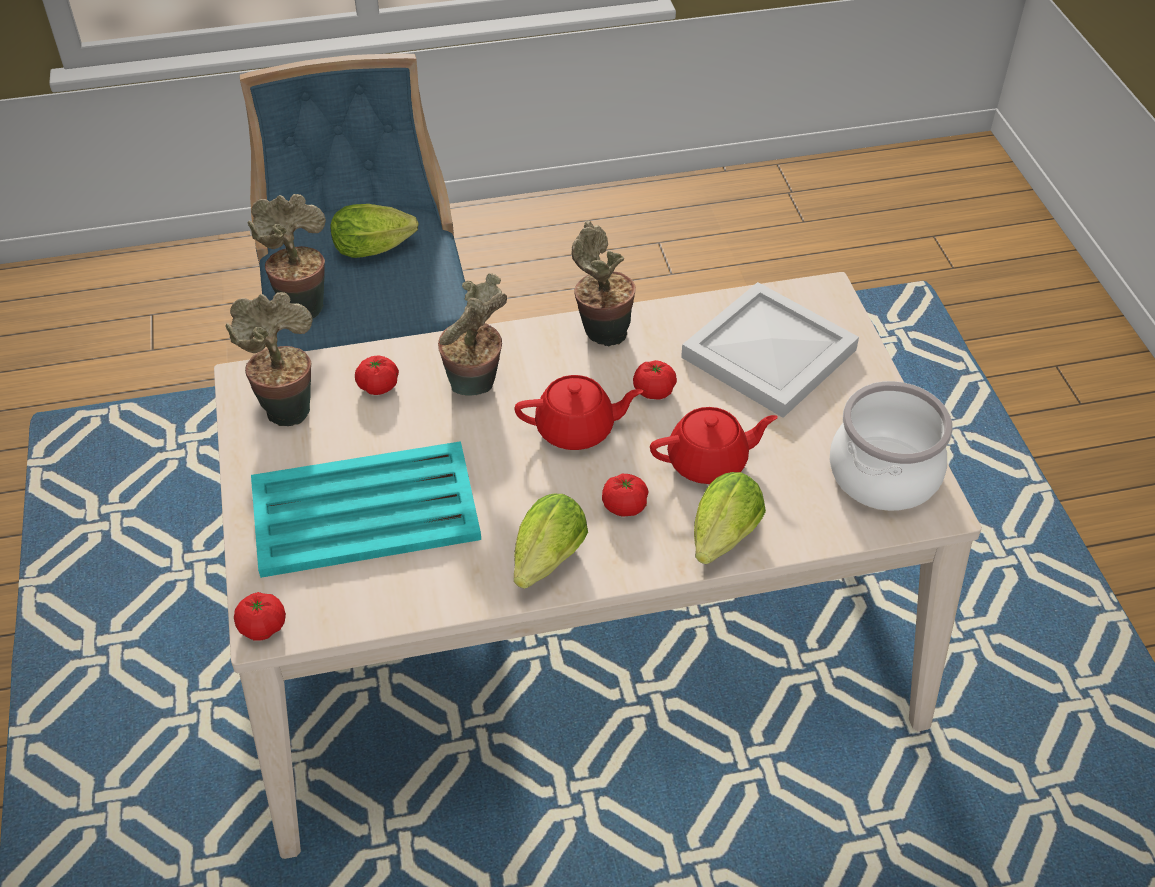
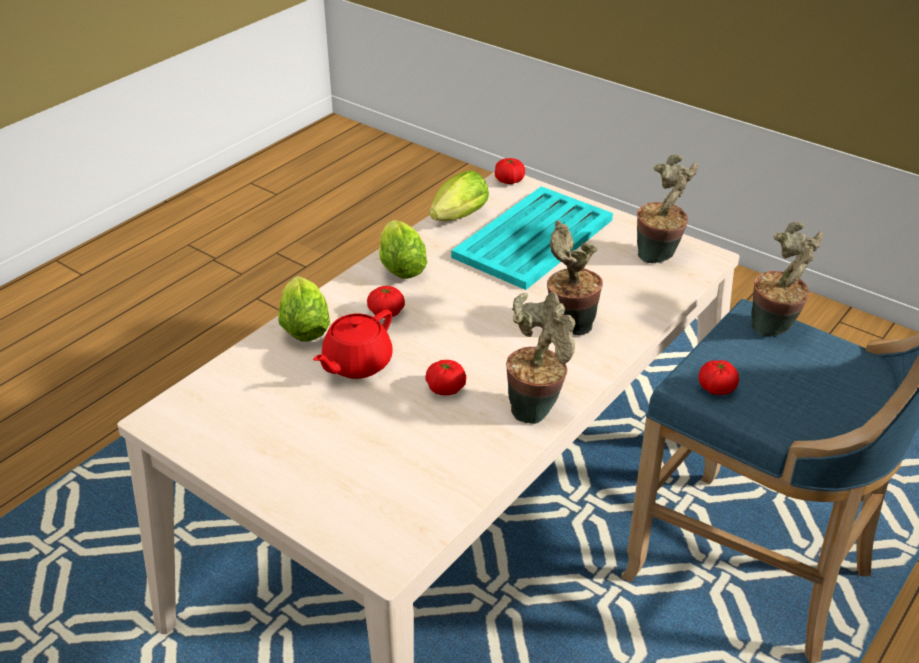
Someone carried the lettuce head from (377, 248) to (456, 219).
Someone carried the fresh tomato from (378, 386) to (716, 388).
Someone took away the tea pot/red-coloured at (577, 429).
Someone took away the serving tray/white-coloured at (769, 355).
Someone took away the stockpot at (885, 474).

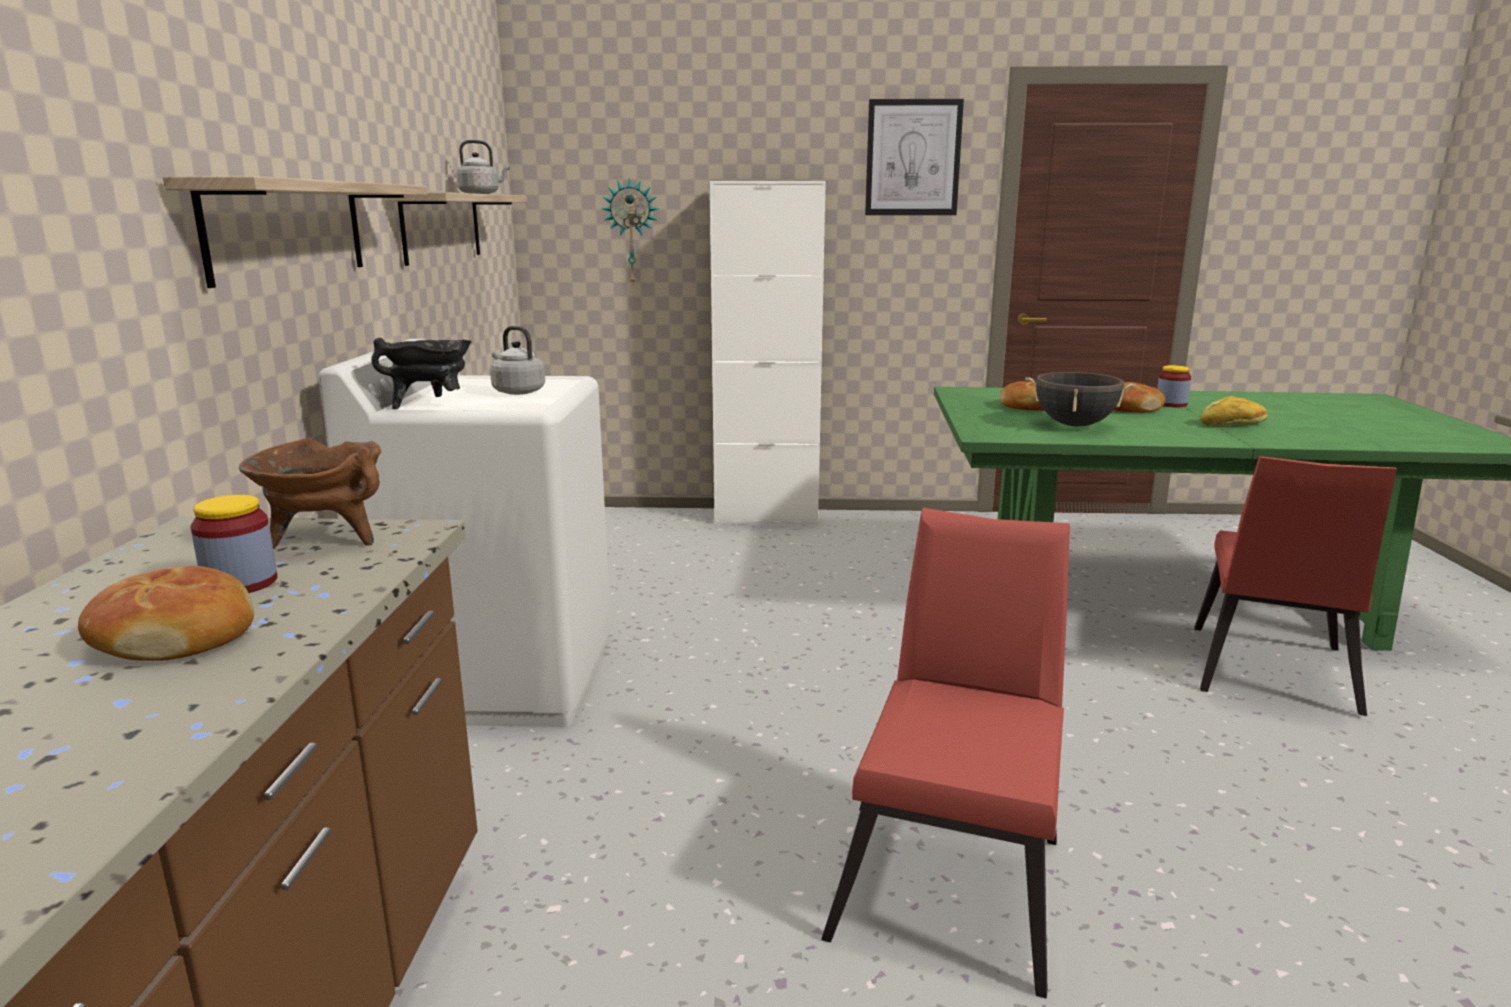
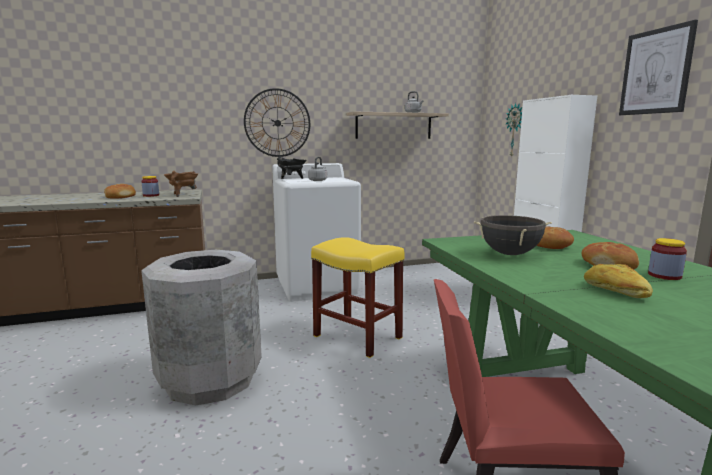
Someone swapped the upright chair/red-coloured at (955, 874) for the waste bin/gray at (211, 380).
Someone swapped the bracket shelf at (288, 229) for the wall clock at (277, 123).
Someone put down the sitting stool/yellowish at (358, 337).

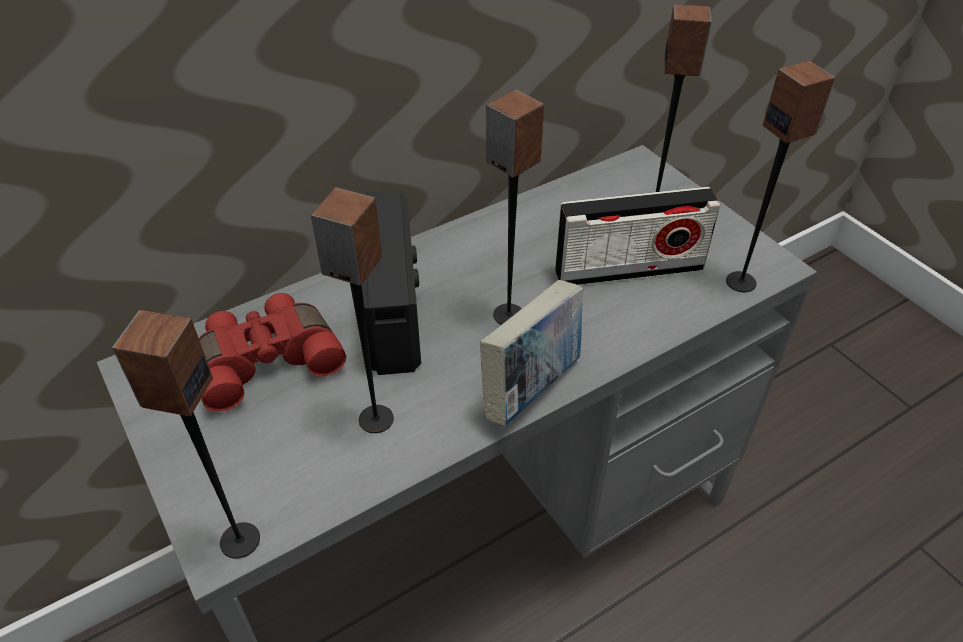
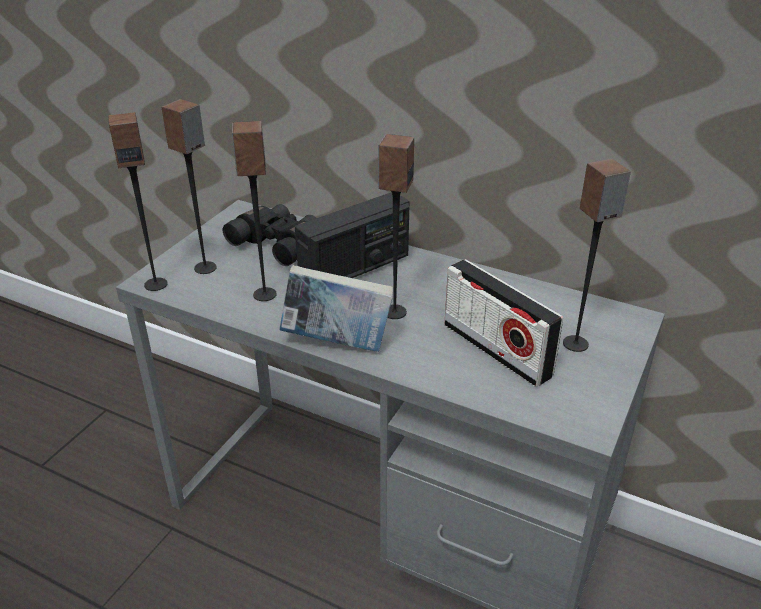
Someone carried the audio speaker from (741, 282) to (205, 268).
Someone repainted the pair of binoculars/red-coloured at (267, 360), which became the pair of binoculars/black-coloured at (279, 244).

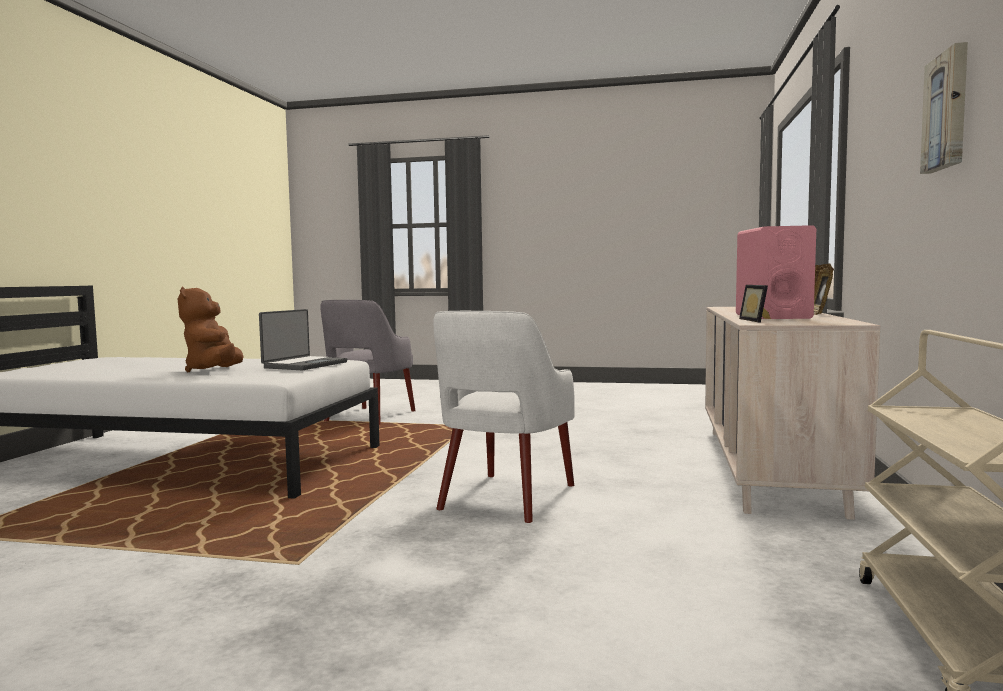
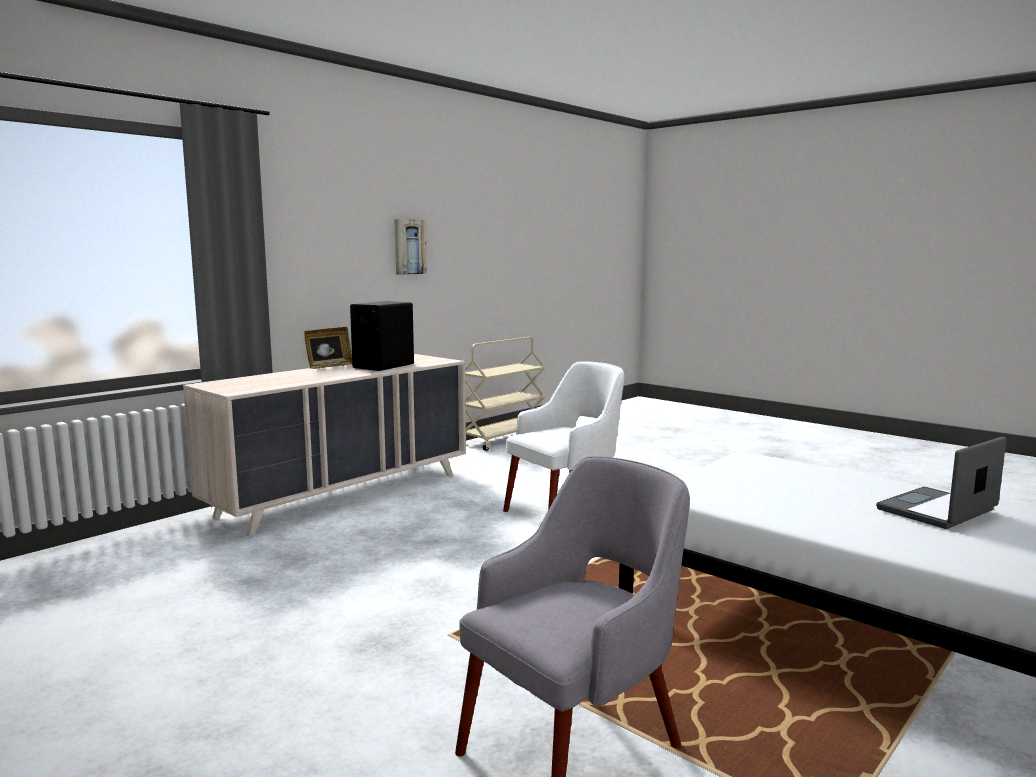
Someone repainted the audio speaker/pink at (772, 316), which became the audio speaker/black-coloured at (383, 366).
Someone carried the notebook computer from (304, 365) to (938, 511).
Someone took away the soft toy/brown-coloured at (214, 371).
Someone took away the photo frame at (758, 320).

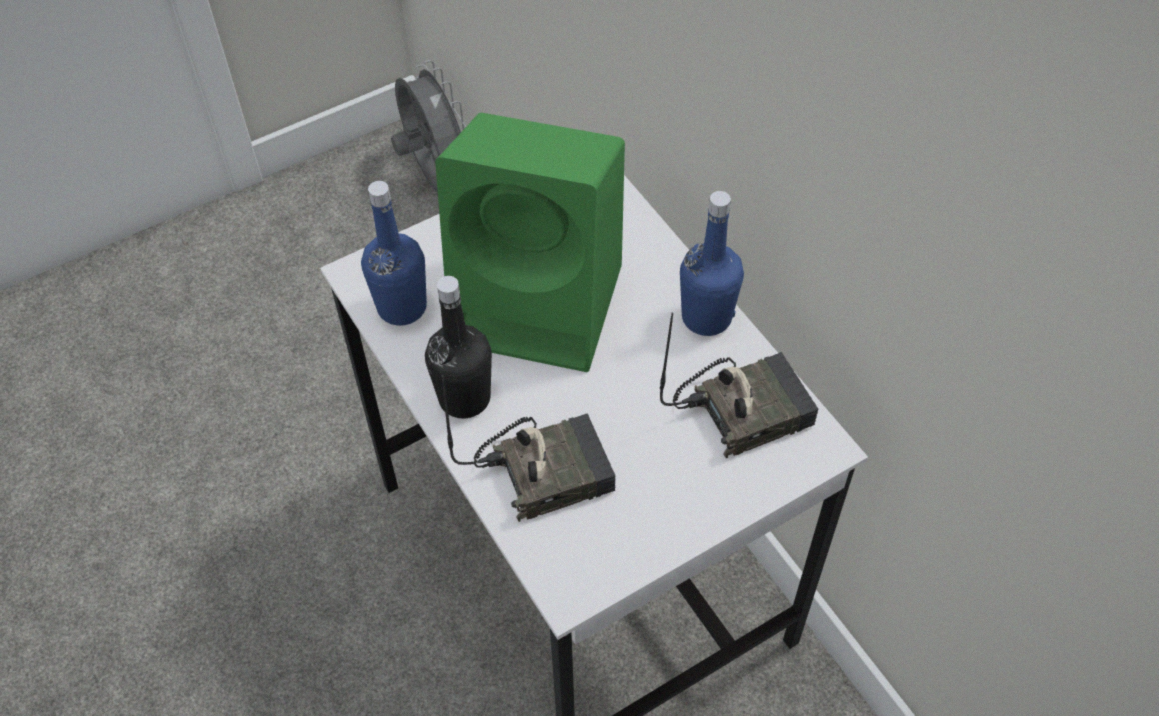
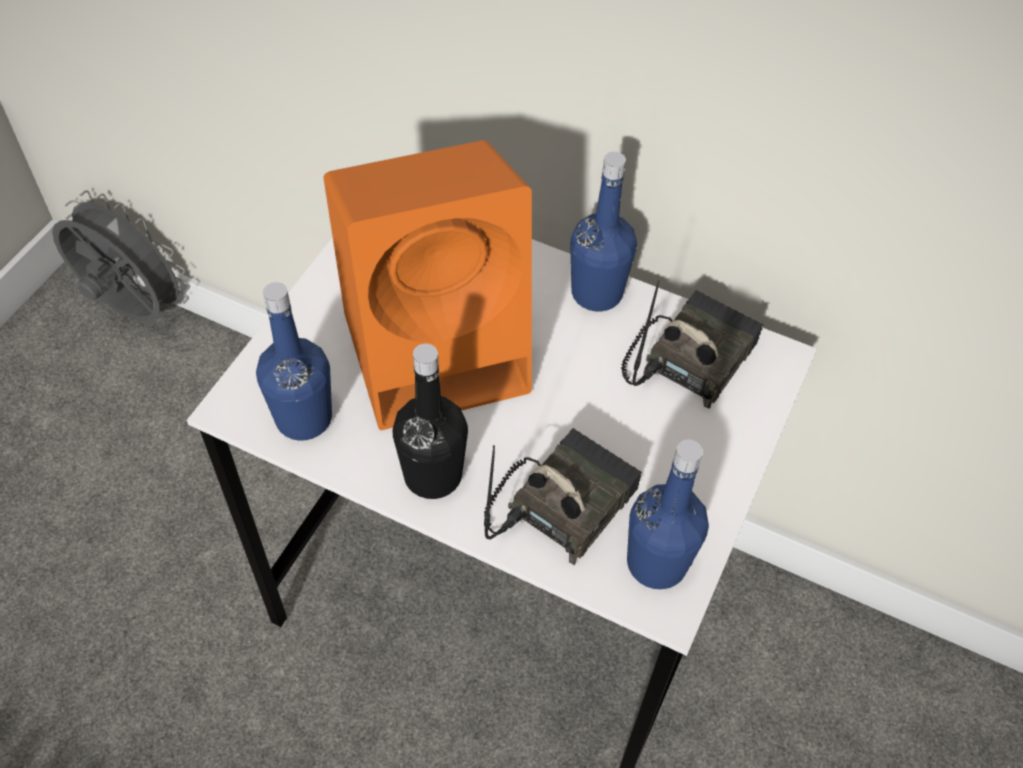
Someone repainted the audio speaker/greenish at (543, 303), which became the audio speaker/orange at (440, 350).
Someone put down the drink bottle/bluish at (656, 563).

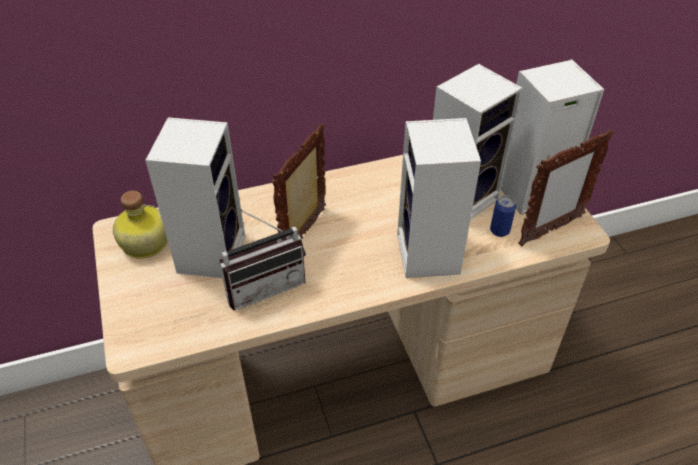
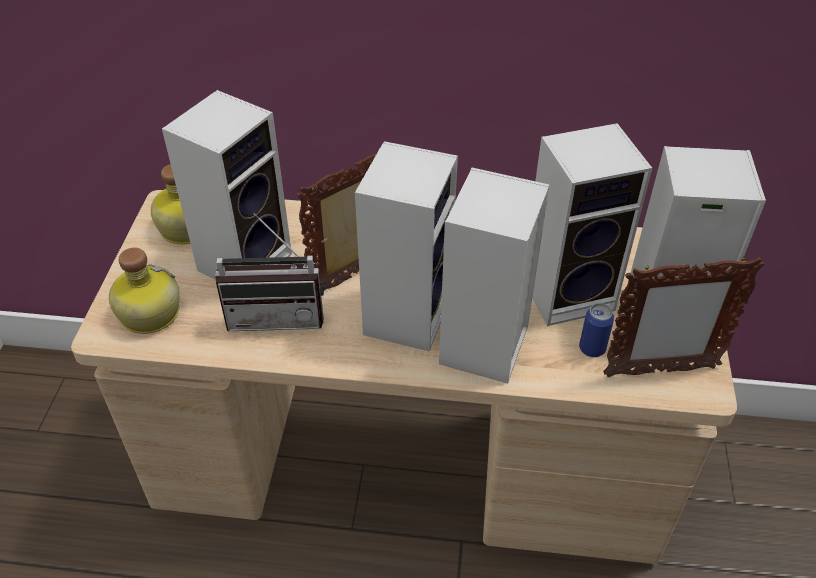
Someone put down the drink bottle at (148, 313).
Someone put down the audio speaker at (406, 313).

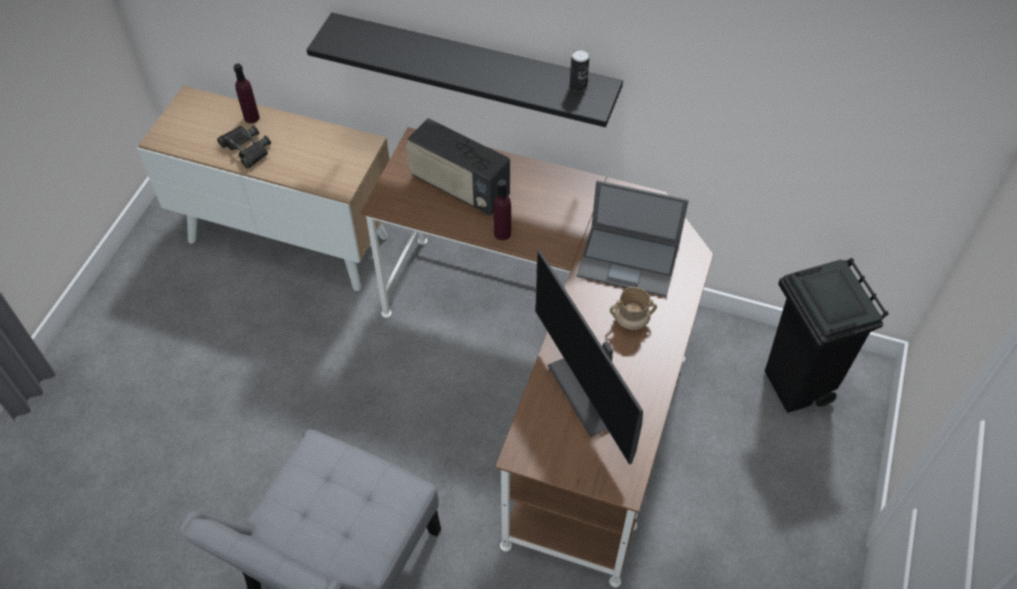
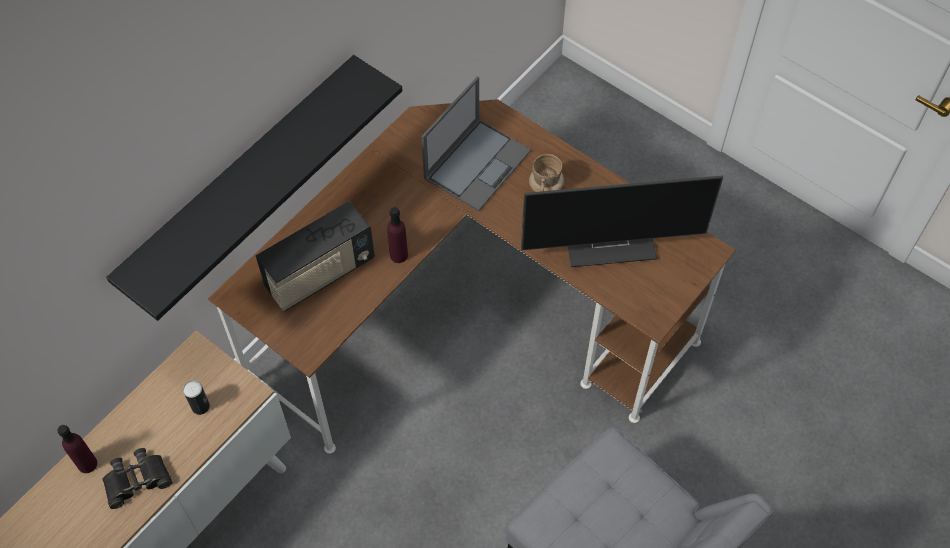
Someone carried the sealed can from (578, 85) to (200, 406).
Someone took away the waste bin/black-coloured at (796, 387).

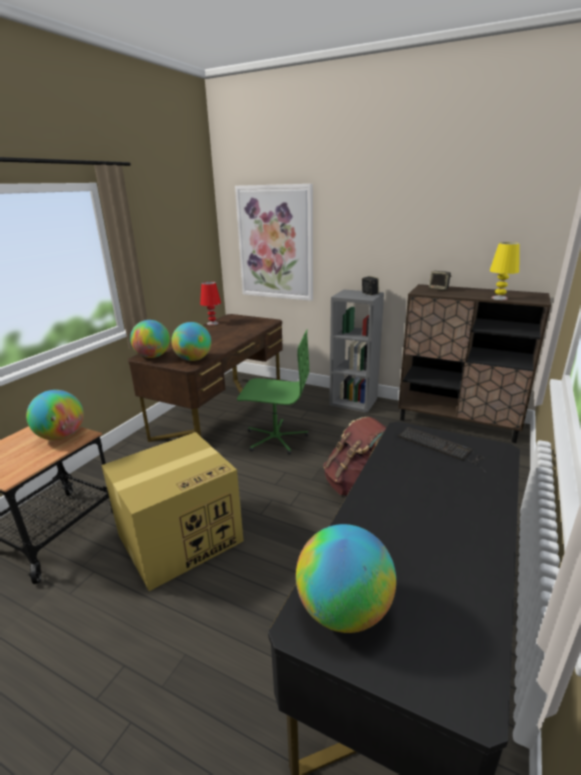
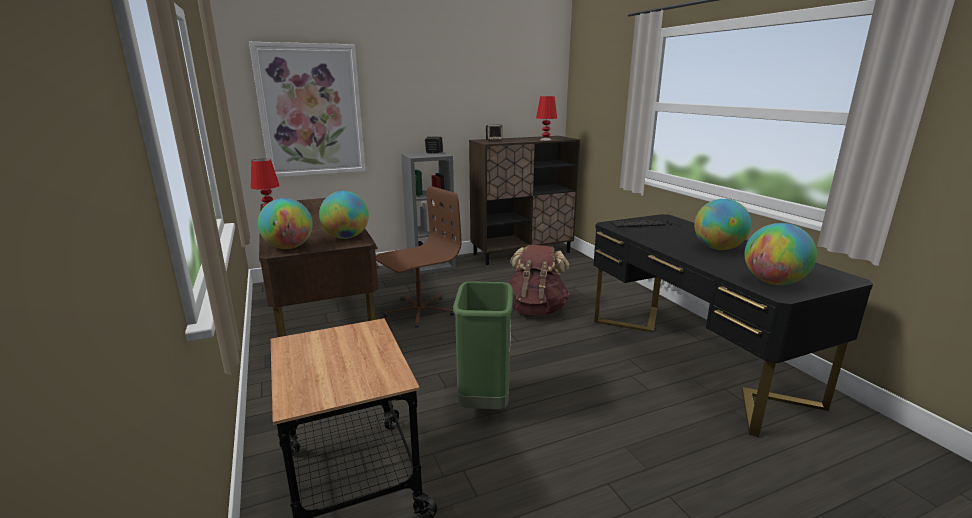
Someone repainted the computer chair/greenish at (275, 438), which became the computer chair/brown-coloured at (419, 311).
Someone swapped the cardboard box at (181, 537) for the waste bin/greenish at (484, 403).
Someone repainted the lamp for a table/yellowish at (499, 298), which became the lamp for a table/red-coloured at (545, 140).
Someone carried the globe from (61, 436) to (718, 248).

